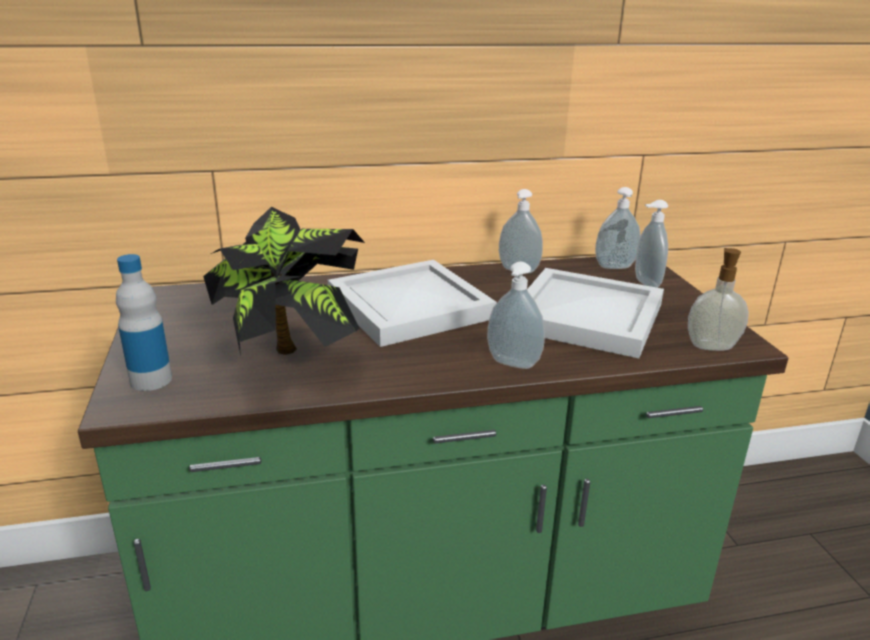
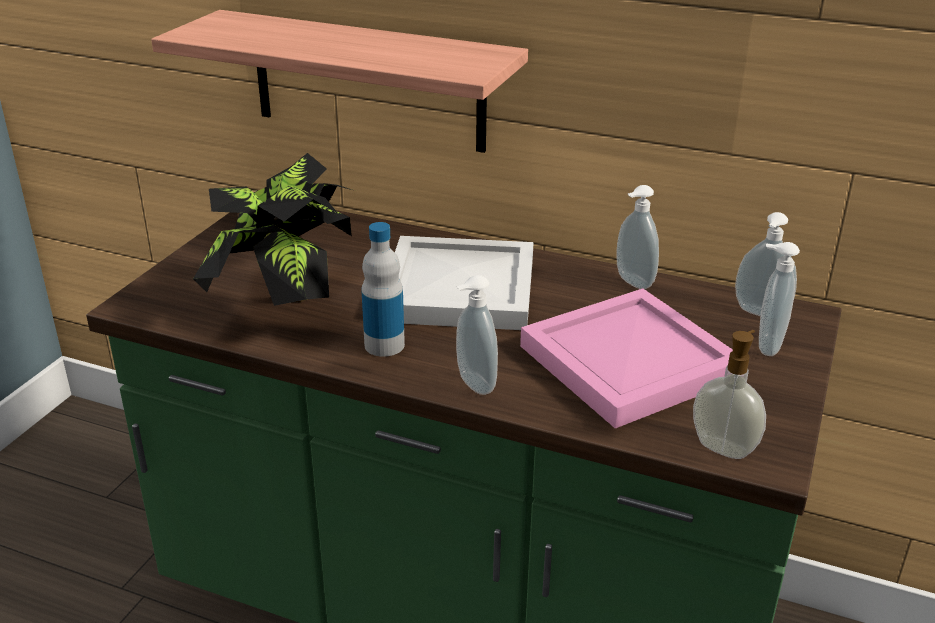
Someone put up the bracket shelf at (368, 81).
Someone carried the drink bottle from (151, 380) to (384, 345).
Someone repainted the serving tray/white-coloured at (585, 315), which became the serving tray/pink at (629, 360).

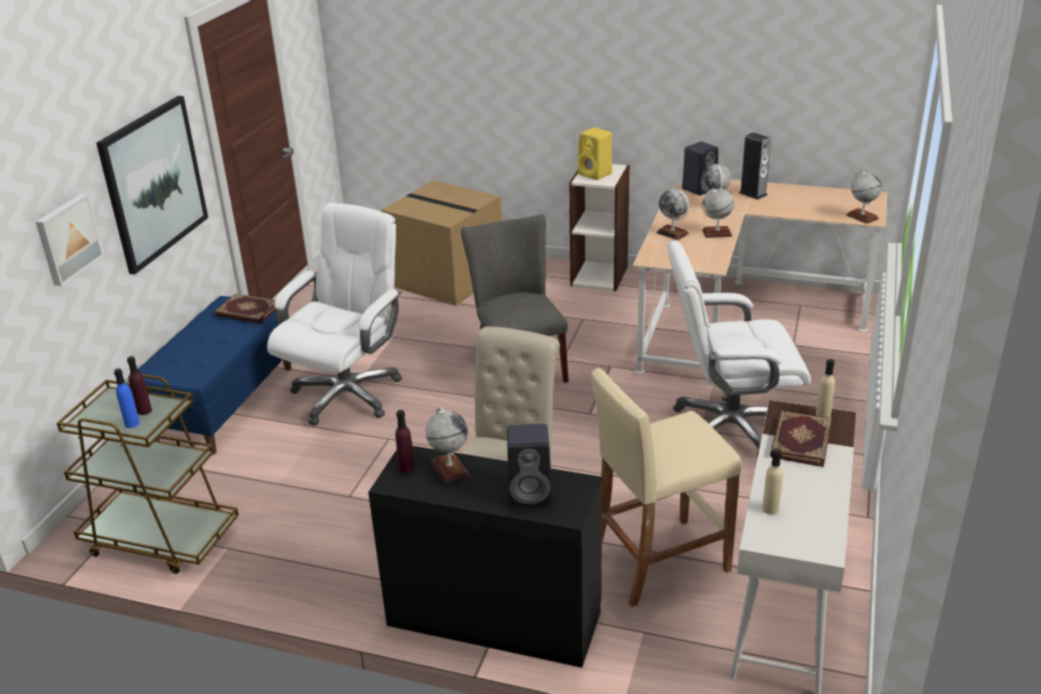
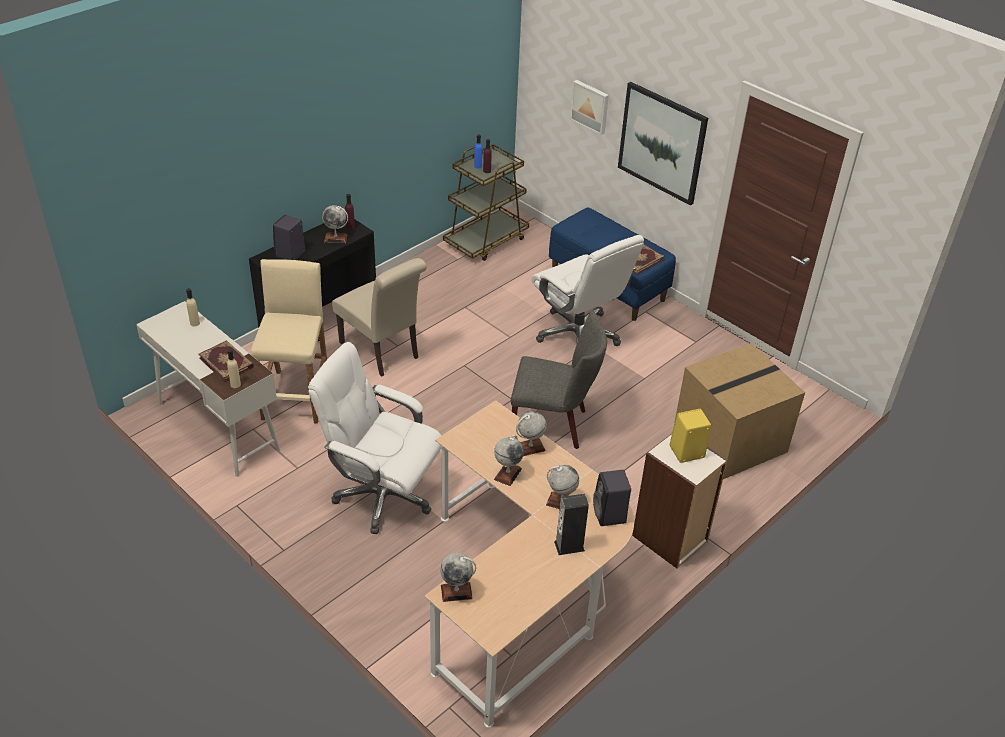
Someone rotated the computer chair/white-coloured at (729, 426) by 90 degrees counterclockwise.

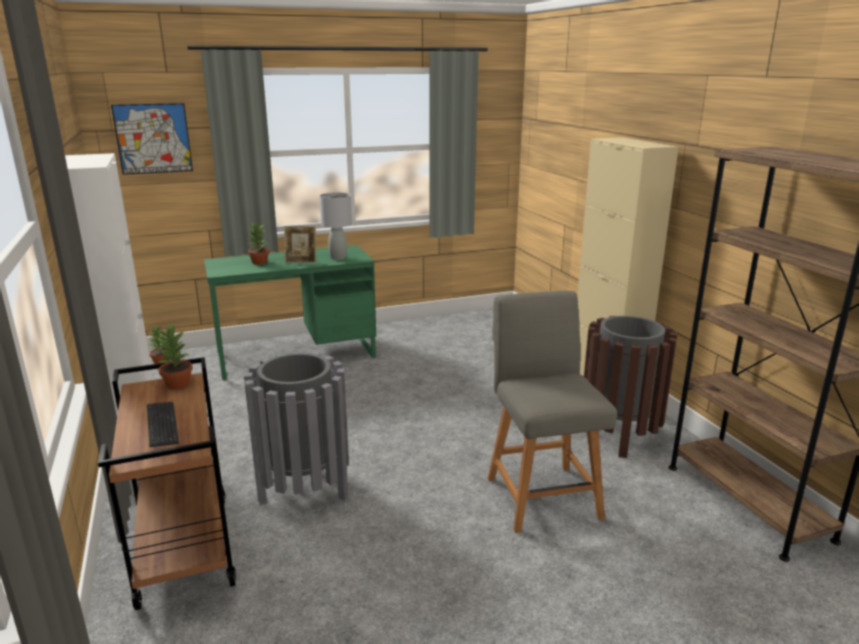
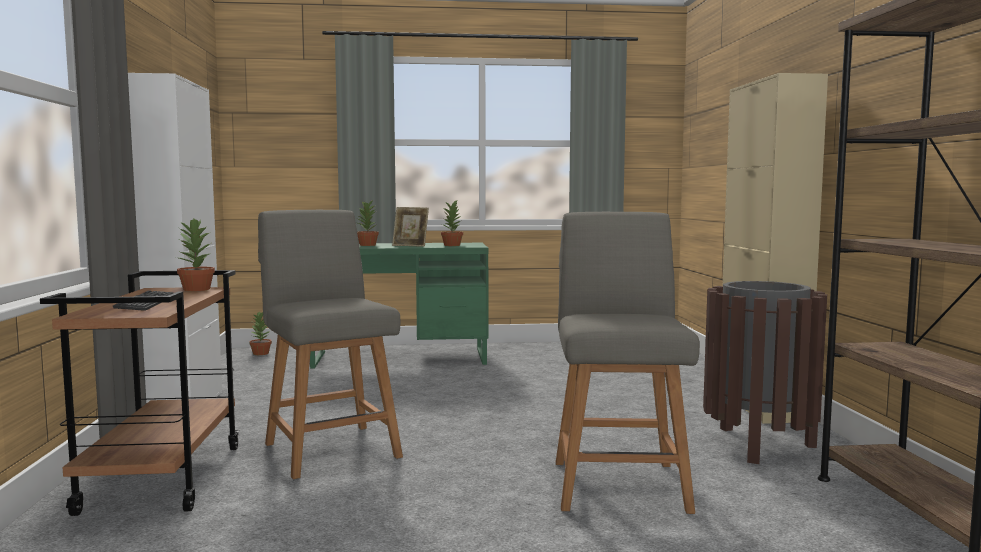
Someone swapped the waste bin/gray at (304, 489) for the upright chair/gray at (330, 448).
Someone swapped the lamp for a table/gray at (338, 257) for the plant in a pot at (452, 245).
Someone took away the wall picture at (153, 138).

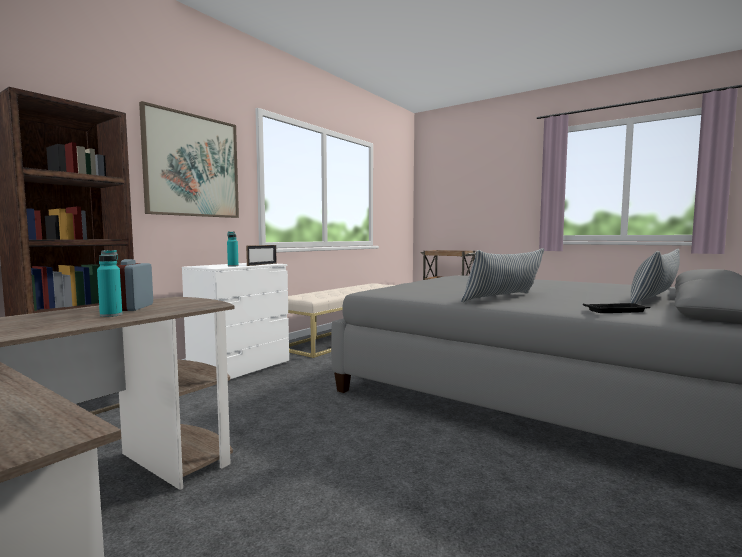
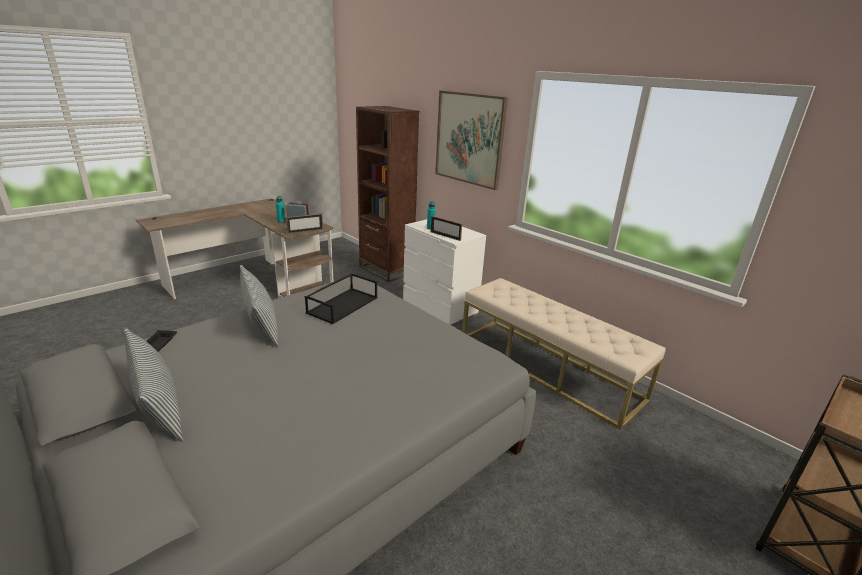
Someone put down the photo frame at (305, 231).
Someone put down the serving tray/black-coloured at (342, 305).

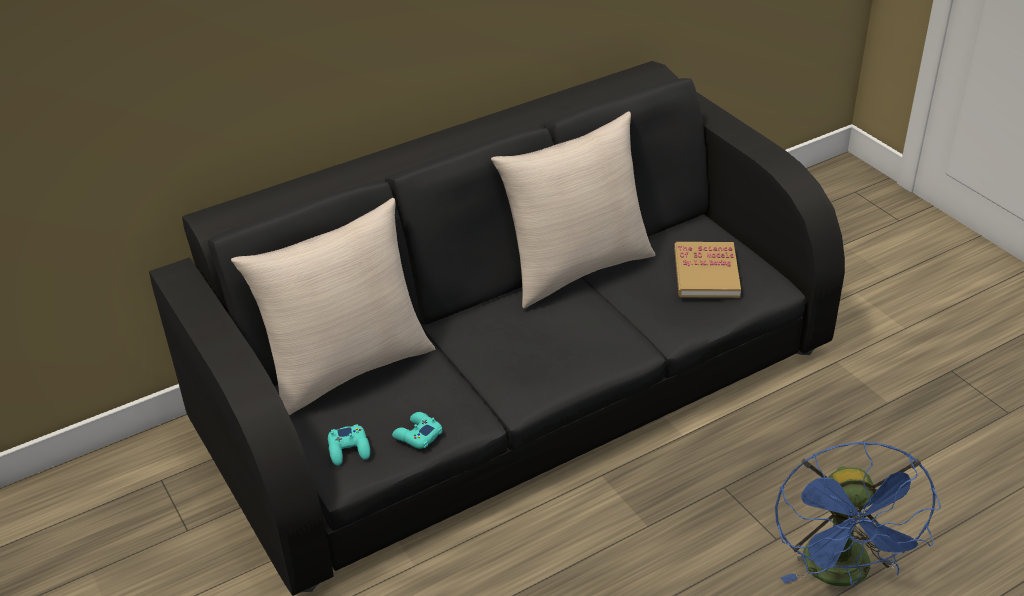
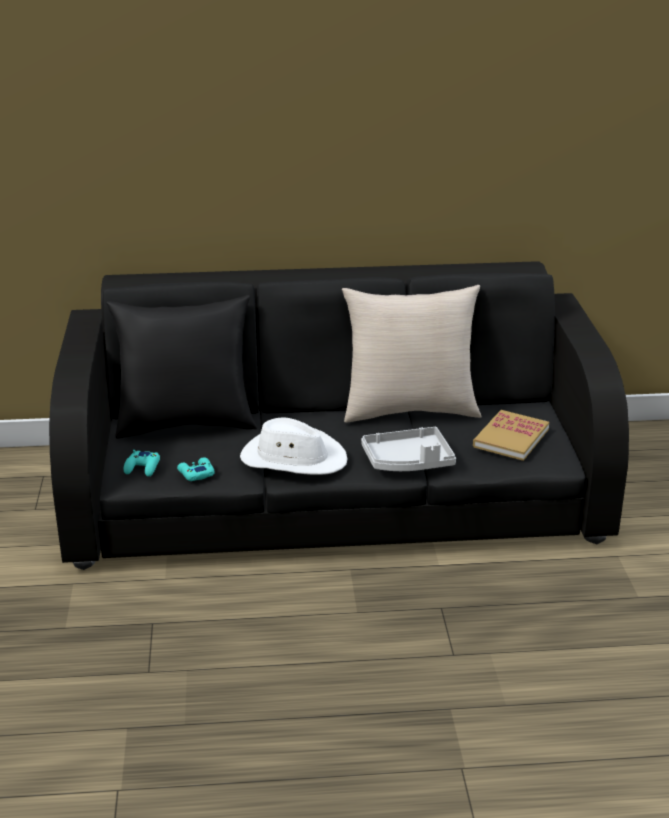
Someone repainted the throw pillow/beige-coloured at (348, 368), which became the throw pillow/black-coloured at (186, 423).
Someone put down the hat/white-coloured at (293, 458).
Someone put down the serving tray/gray at (408, 461).
Someone took away the electric fan/bluish at (842, 574).

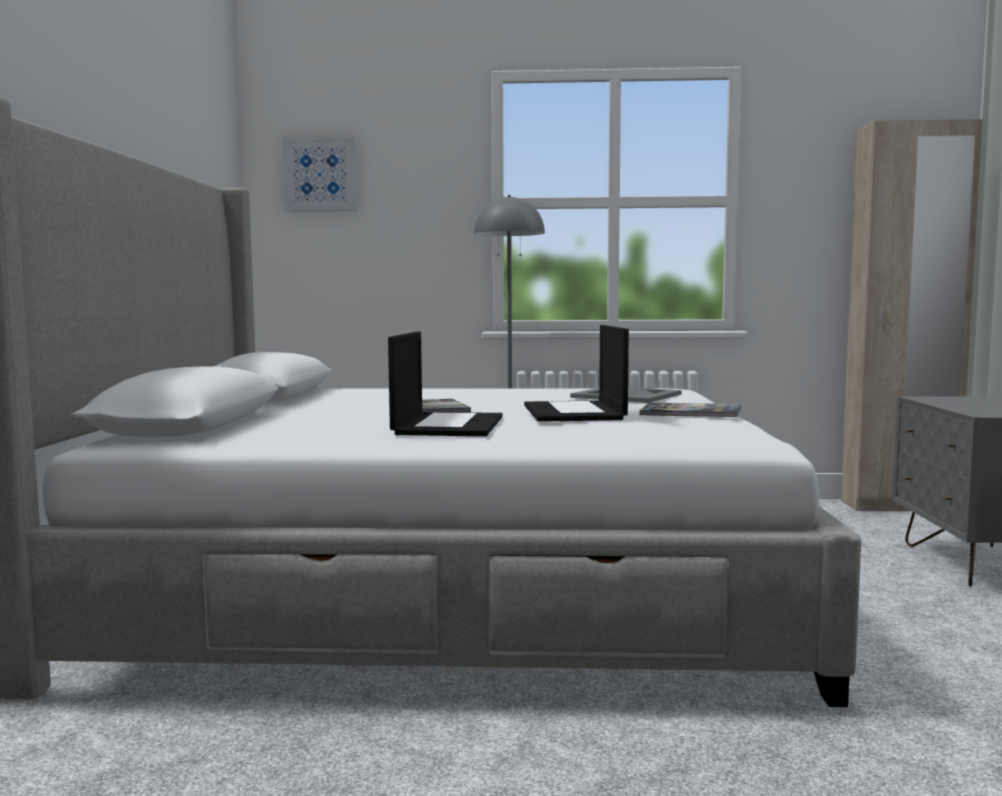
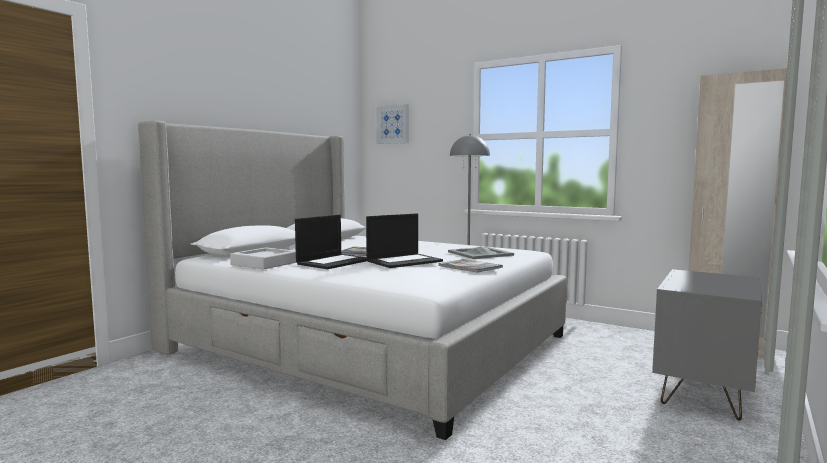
Someone put down the serving tray/gray at (265, 263).
Someone rotated the notebook computer at (574, 412) by 150 degrees counterclockwise.

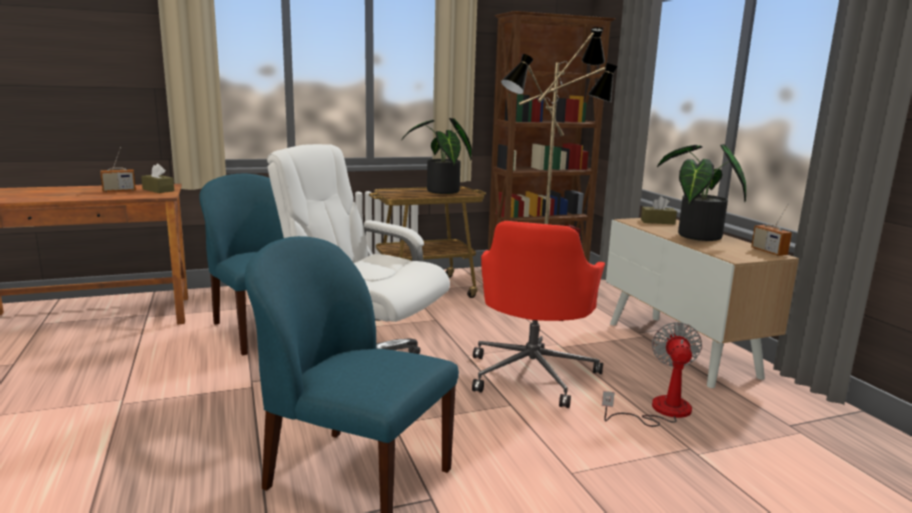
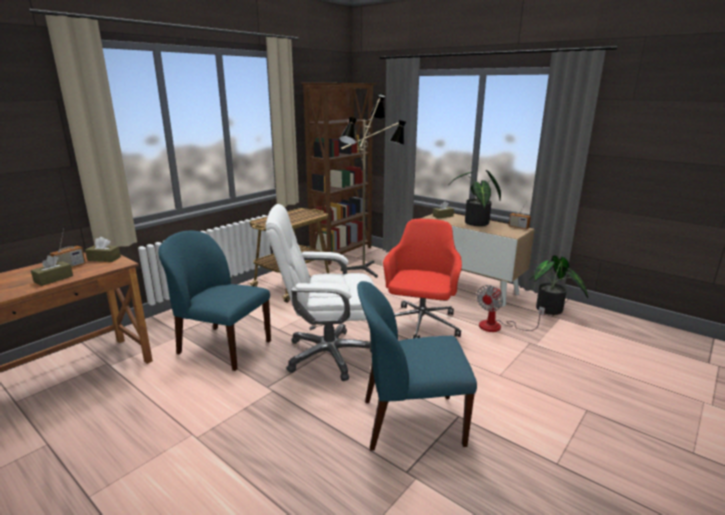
Someone put down the tissue box/brown-coloured at (53, 279).
Someone rotated the computer chair/red-coloured at (532, 374) by 150 degrees counterclockwise.
Someone rotated the electric fan at (660, 411) by 120 degrees counterclockwise.
Someone carried the plant in a pot from (441, 192) to (551, 311).

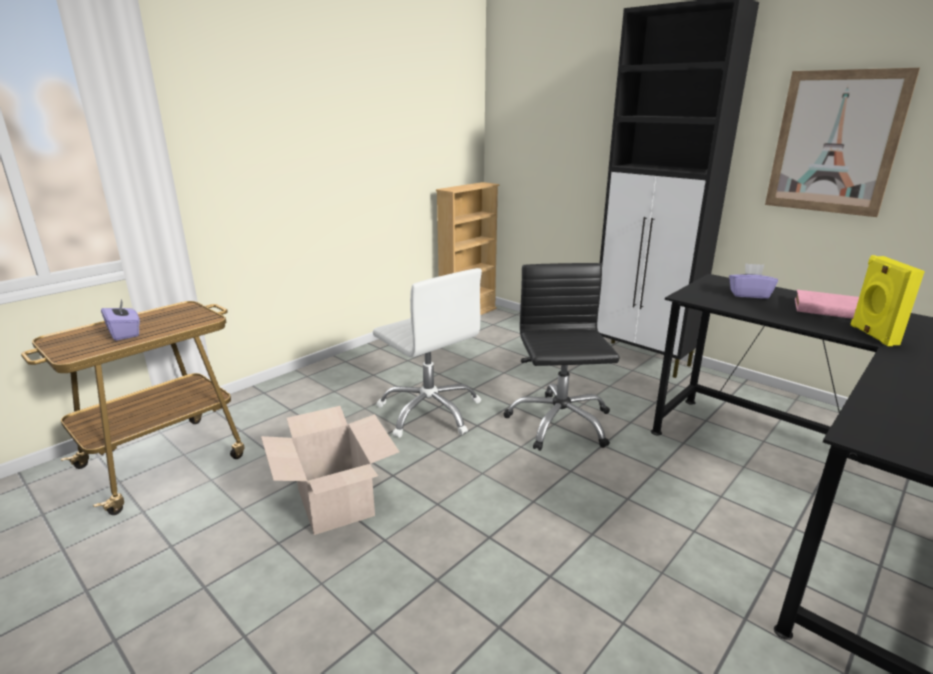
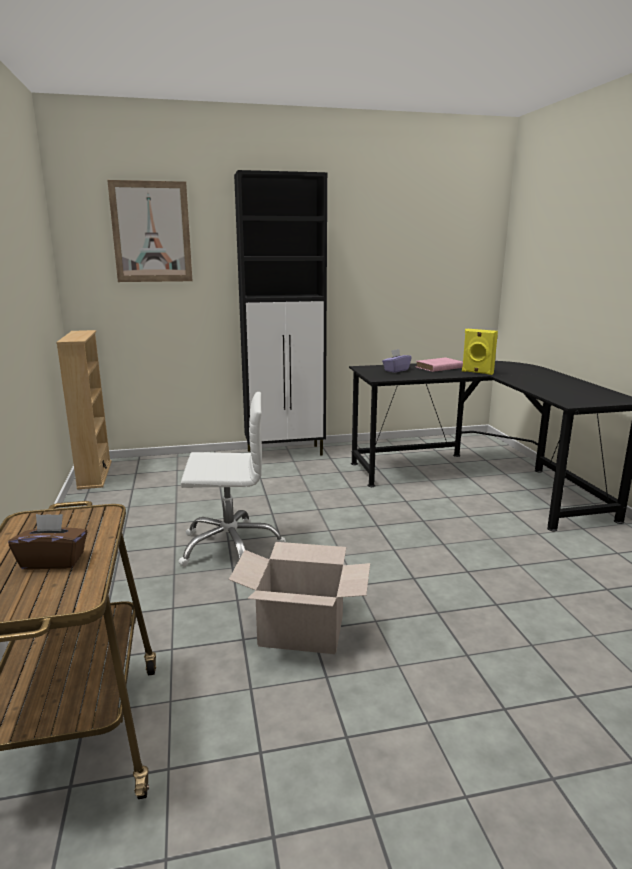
Someone repainted the tissue box/purple-coloured at (125, 333), which became the tissue box/brown-coloured at (53, 561).
Someone carried the wall picture from (835, 143) to (151, 232).
Someone took away the computer chair/black-coloured at (559, 422).

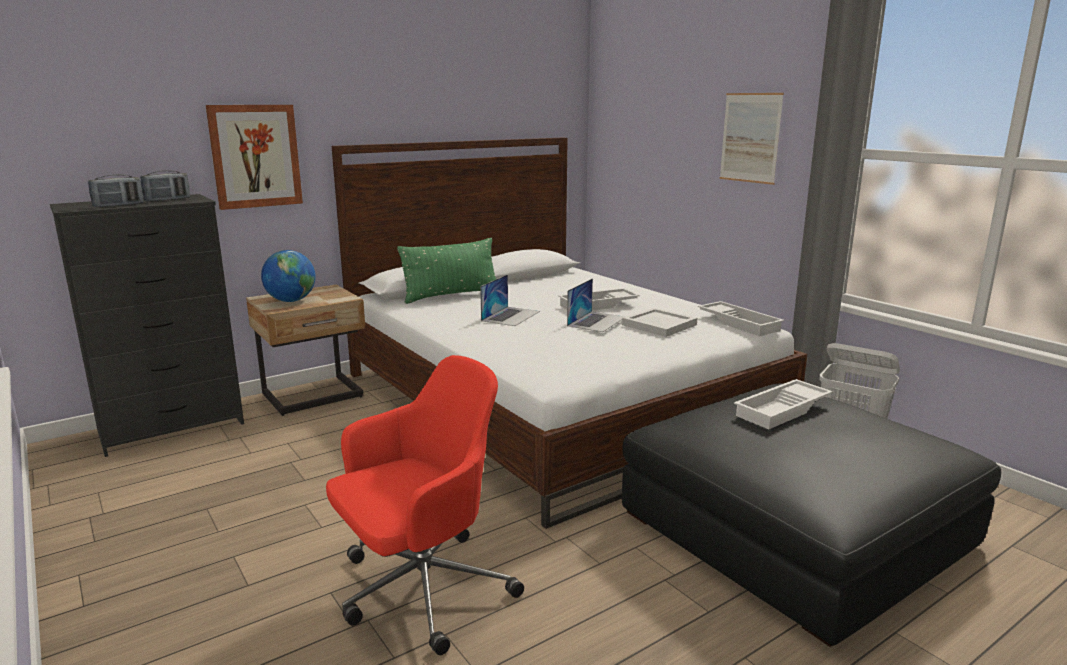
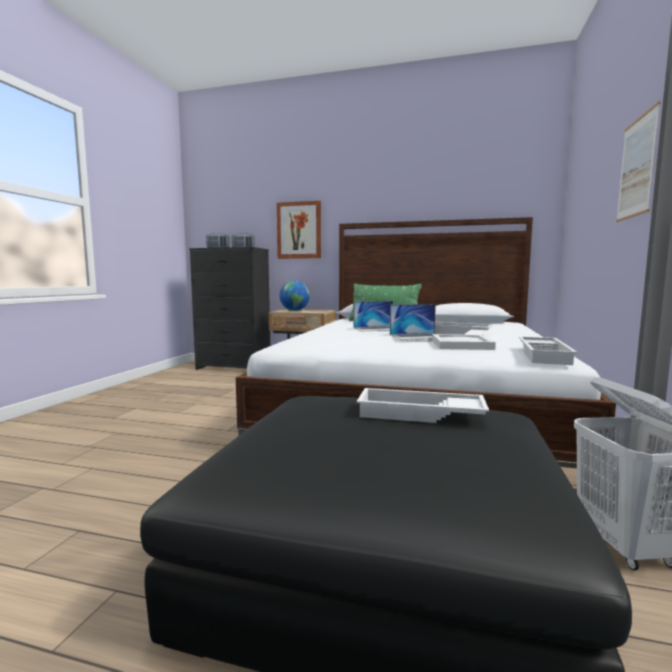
Someone took away the computer chair/red-coloured at (421, 590).

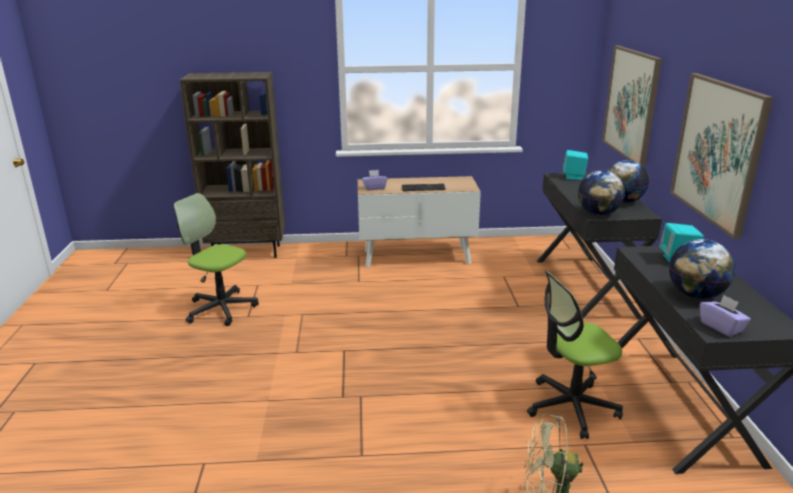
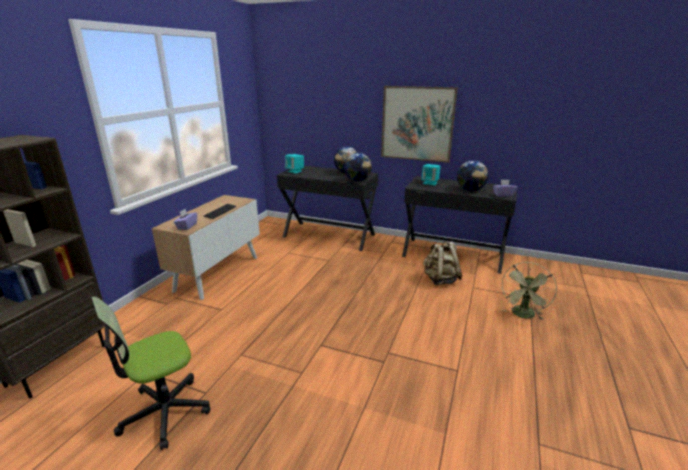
Someone swapped the computer chair at (571, 407) for the backpack/beige-coloured at (440, 280).
Someone took away the wall picture at (631, 104).

